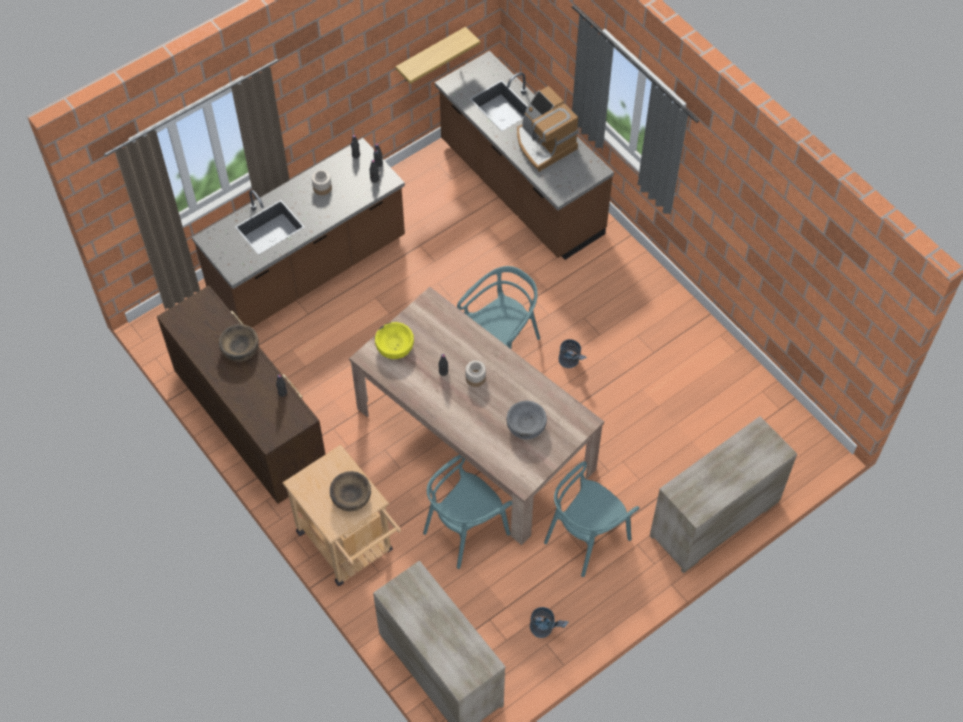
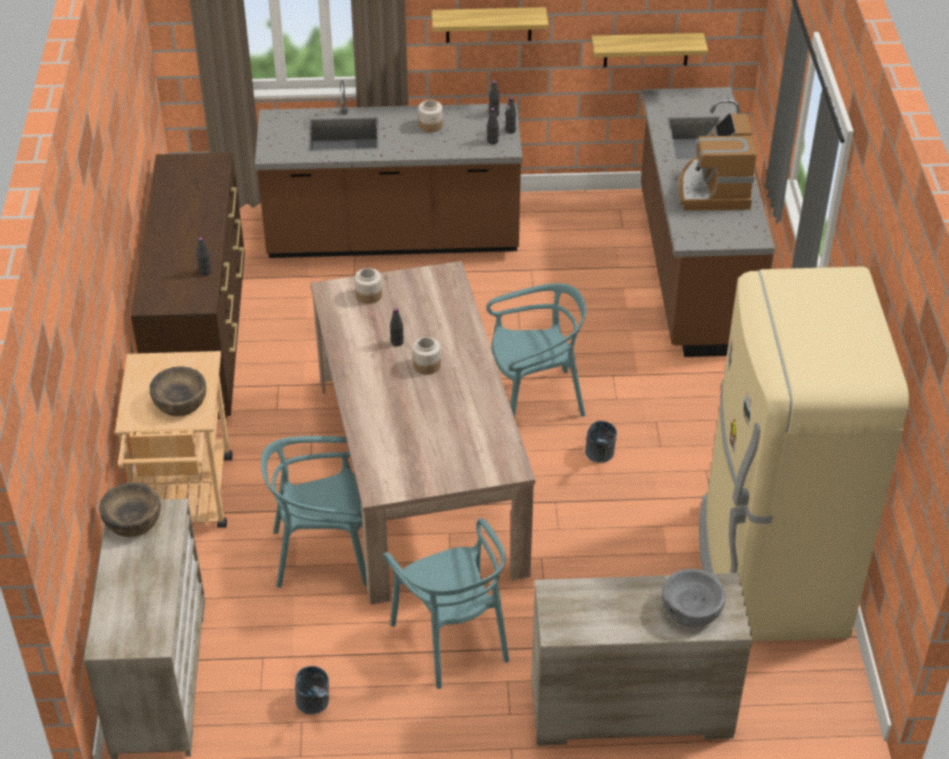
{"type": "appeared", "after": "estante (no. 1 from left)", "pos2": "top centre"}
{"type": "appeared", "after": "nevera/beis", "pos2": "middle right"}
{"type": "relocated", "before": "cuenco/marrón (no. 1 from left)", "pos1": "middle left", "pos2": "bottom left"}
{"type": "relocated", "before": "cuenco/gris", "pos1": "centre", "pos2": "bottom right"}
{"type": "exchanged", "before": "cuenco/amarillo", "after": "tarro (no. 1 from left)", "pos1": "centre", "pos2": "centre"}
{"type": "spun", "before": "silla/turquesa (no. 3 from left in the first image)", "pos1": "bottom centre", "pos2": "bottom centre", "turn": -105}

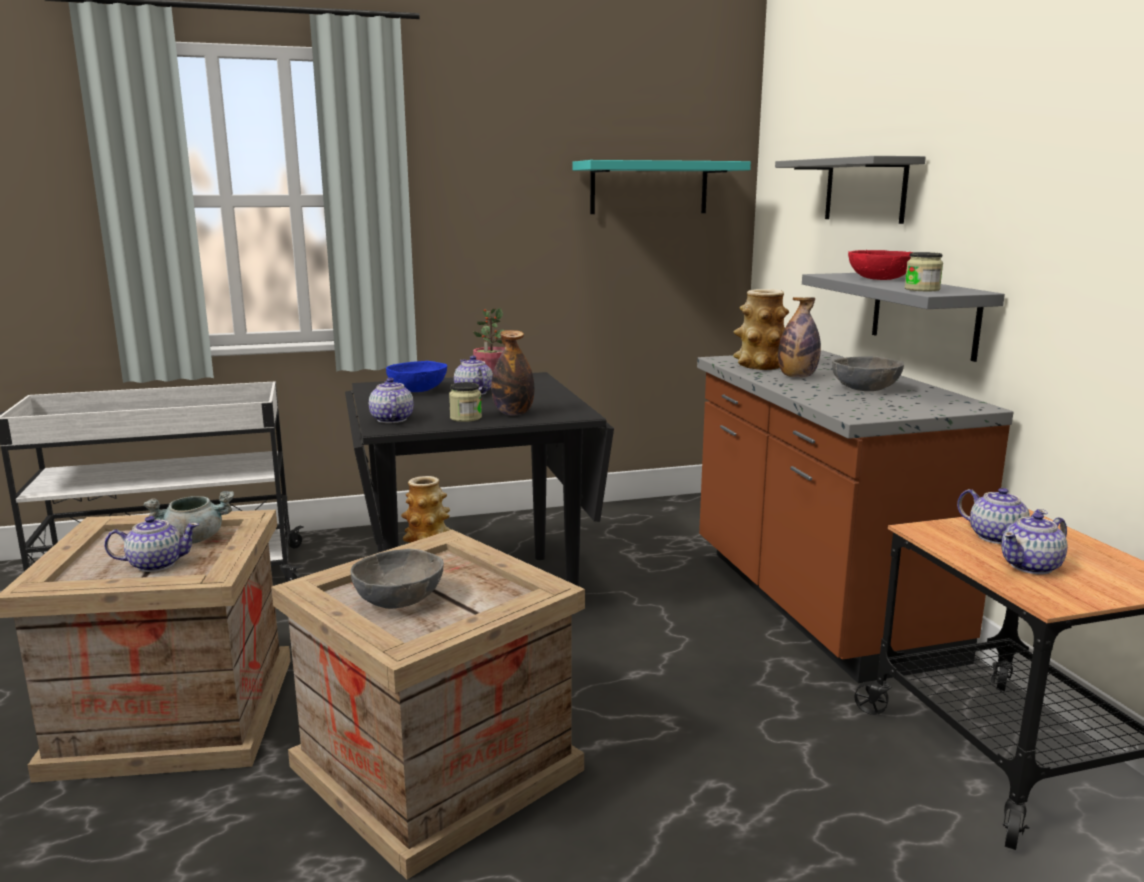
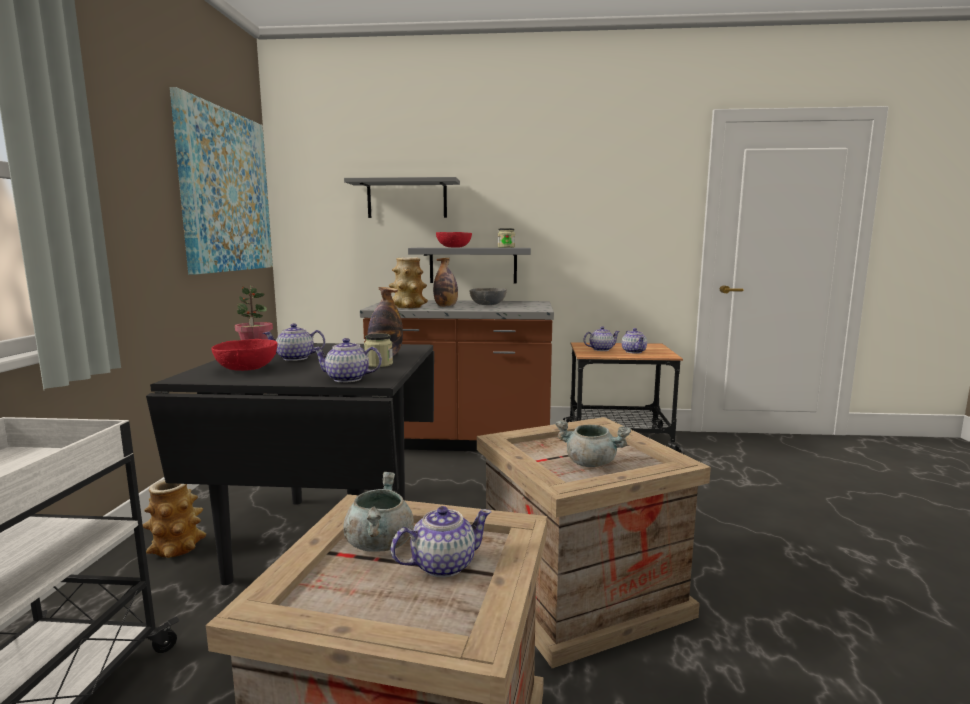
{"type": "exchanged", "before": "cuenco/gris (no. 1 from left)", "after": "olla/gris (no. 2 from left)", "pos1": "centre", "pos2": "centre"}
{"type": "exchanged", "before": "estante/turquesa", "after": "cuadro", "pos1": "top centre", "pos2": "top left"}
{"type": "colour", "before": "cuenco/azul", "after": "cuenco/rojo (no. 1 from left)", "pos1": "centre", "pos2": "middle left"}
{"type": "spun", "before": "tetera (no. 1 from left in the first image)", "pos1": "middle left", "pos2": "bottom centre", "turn": 60}

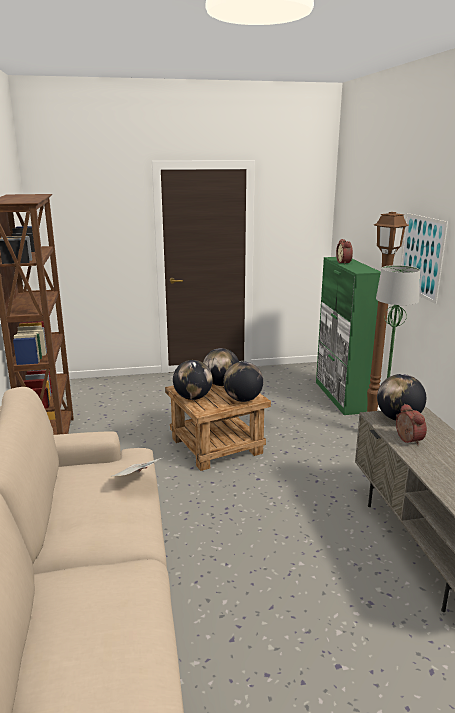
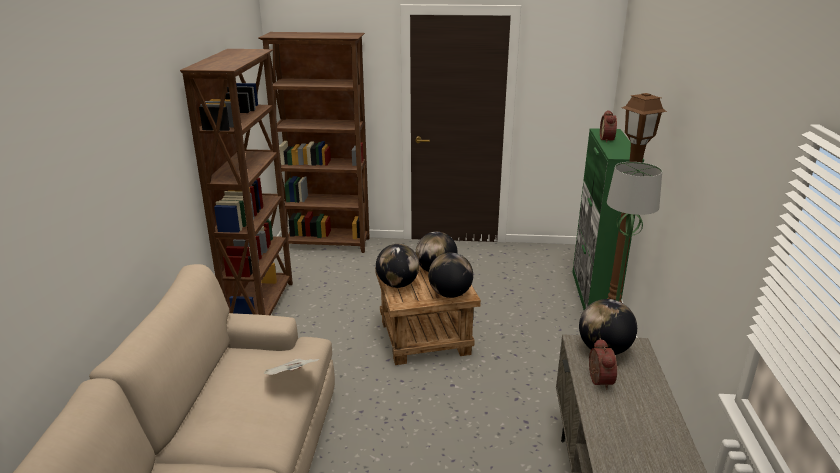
{"type": "missing", "before": "cuadro", "pos1": "middle right"}
{"type": "appeared", "after": "estantería/marrón (no. 2 from left)", "pos2": "top centre"}

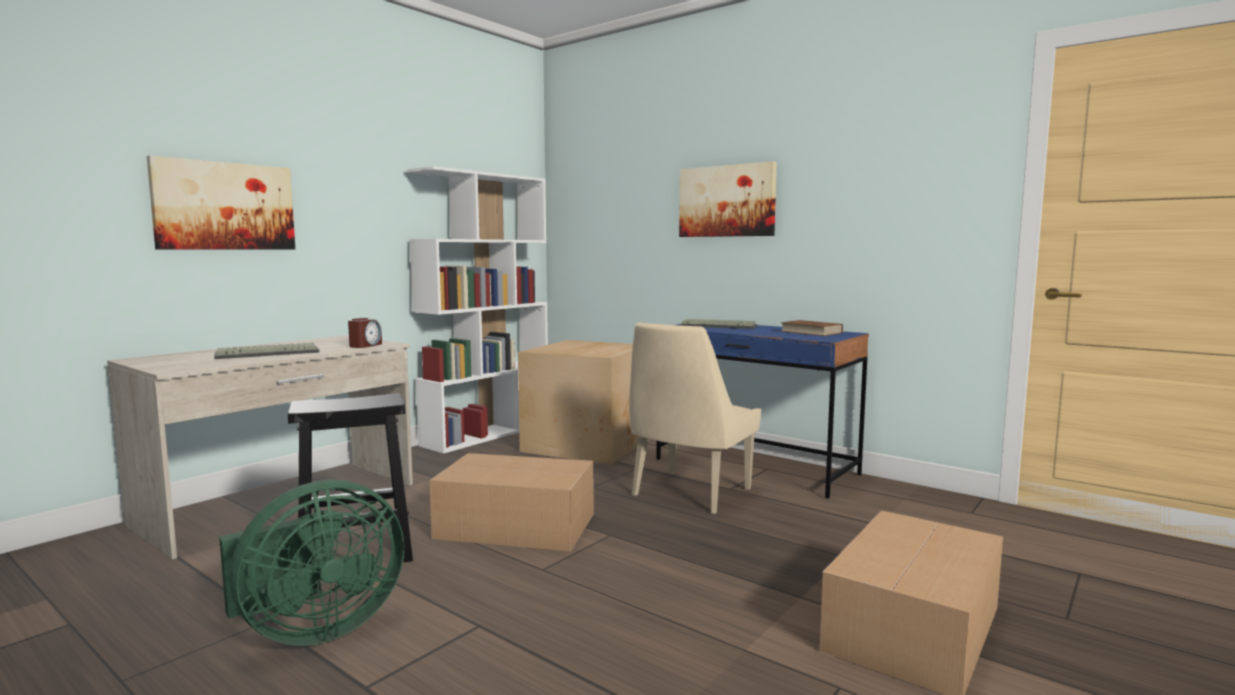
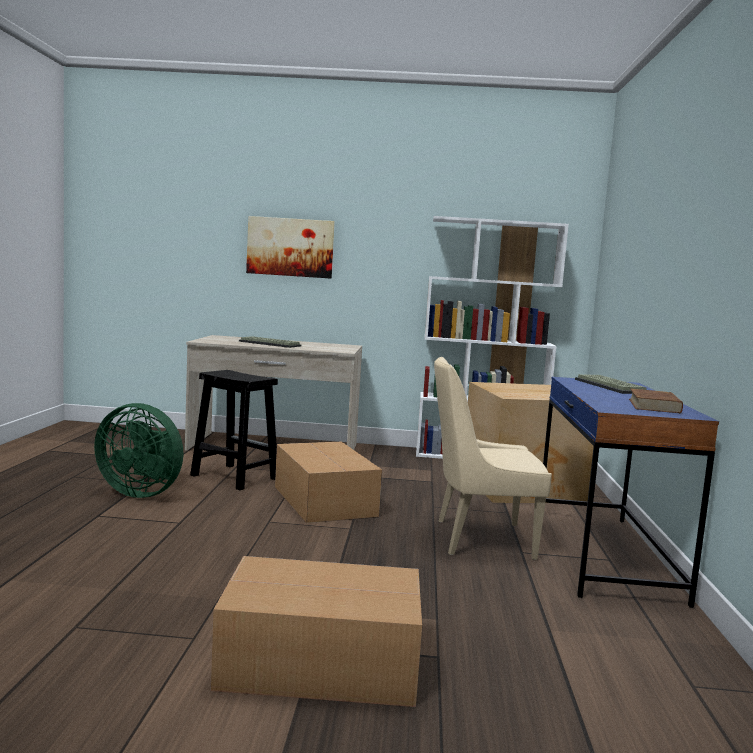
{"type": "missing", "before": "despertador", "pos1": "middle left"}
{"type": "missing", "before": "cuadro (no. 2 from left)", "pos1": "top centre"}

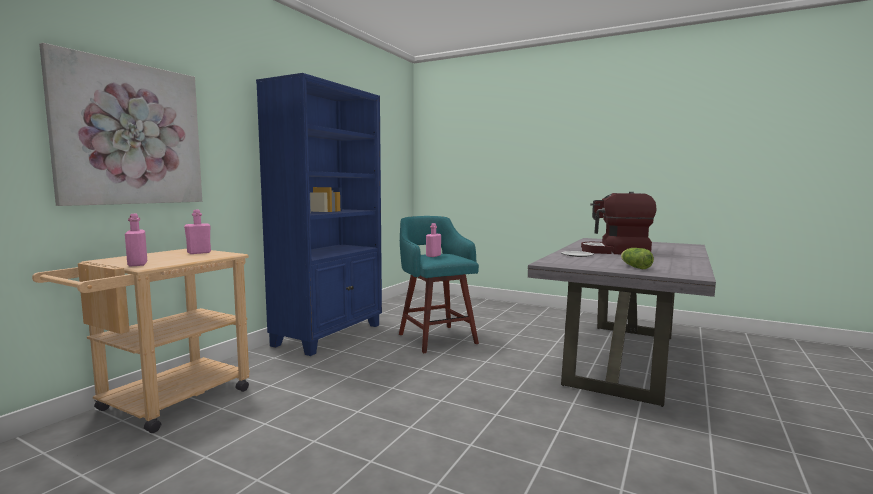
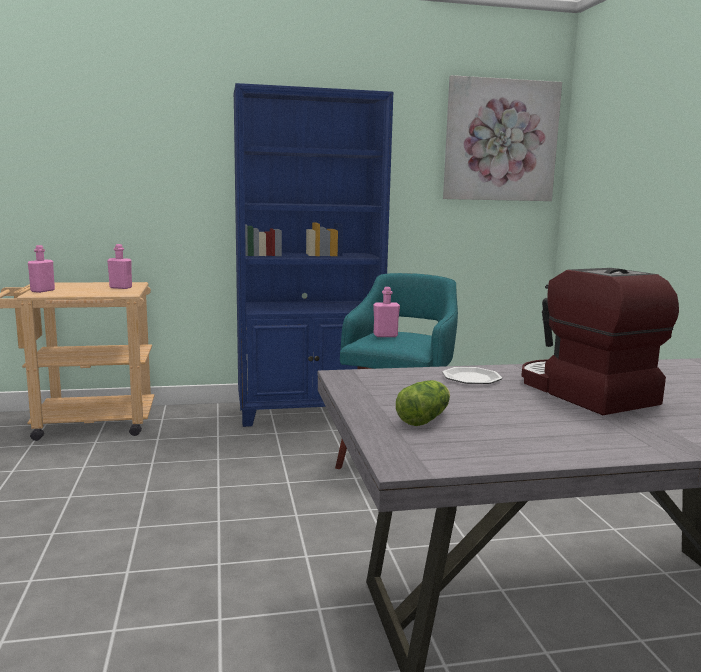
{"type": "relocated", "before": "cuadro", "pos1": "top left", "pos2": "top right"}

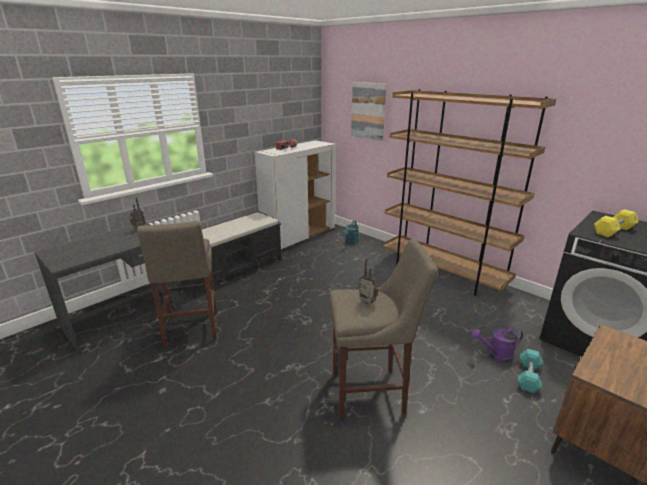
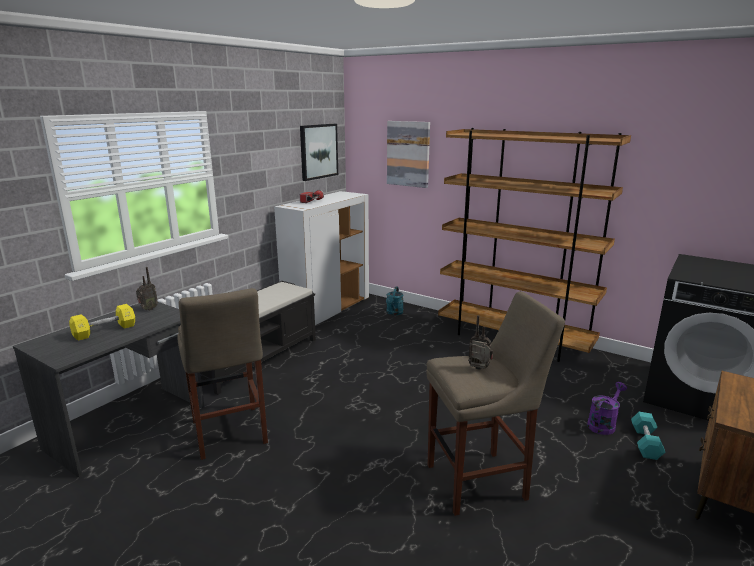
{"type": "appeared", "after": "cuadro (no. 1 from left)", "pos2": "top centre"}
{"type": "relocated", "before": "mancuerna/amarillo", "pos1": "middle right", "pos2": "middle left"}
{"type": "spun", "before": "regadera/morado", "pos1": "bottom right", "pos2": "bottom right", "turn": 150}

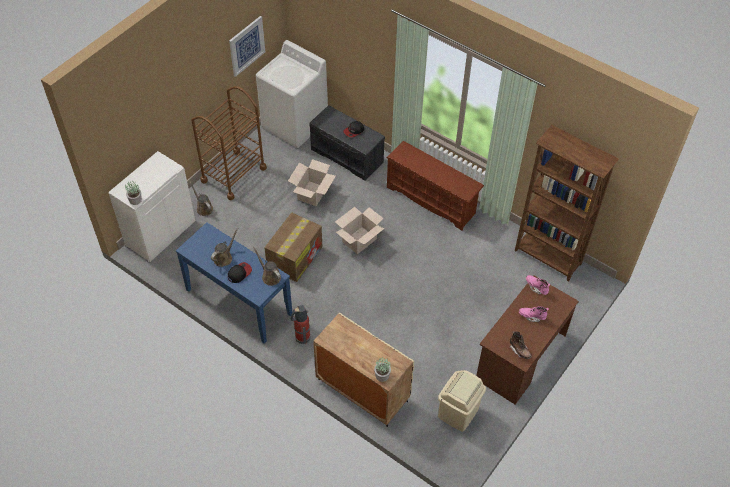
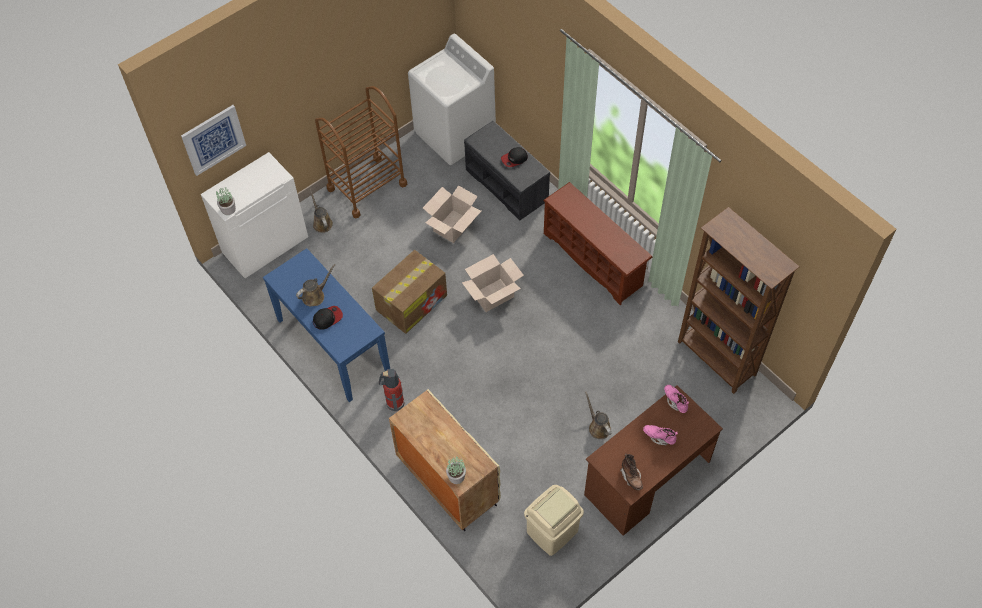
{"type": "relocated", "before": "cuadro", "pos1": "top centre", "pos2": "top left"}
{"type": "relocated", "before": "regadera/marrón (no. 3 from left)", "pos1": "centre", "pos2": "bottom centre"}

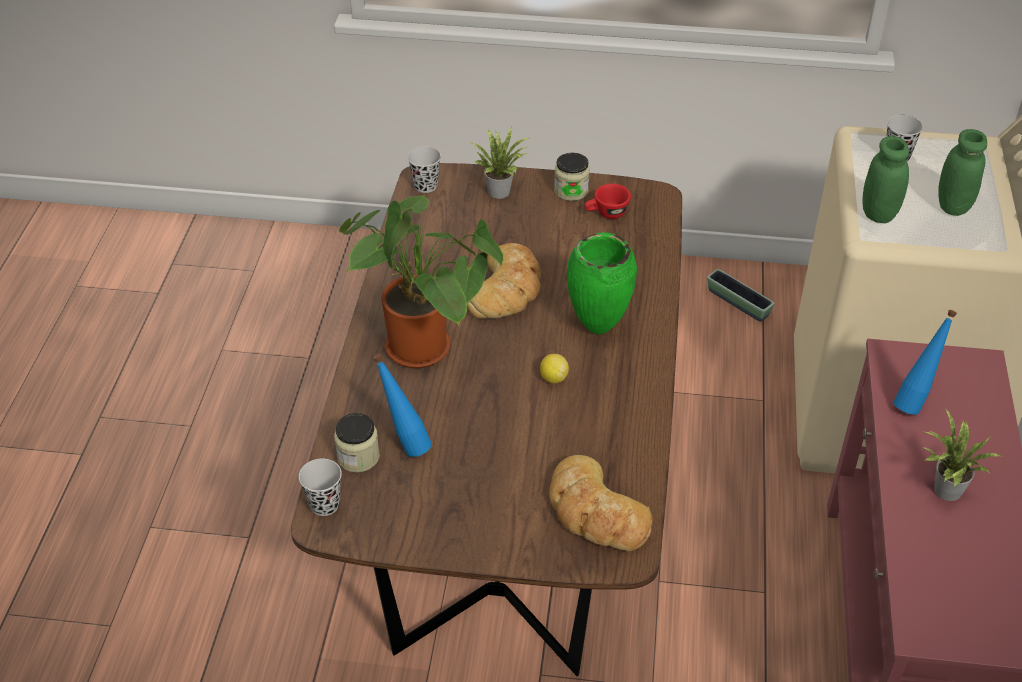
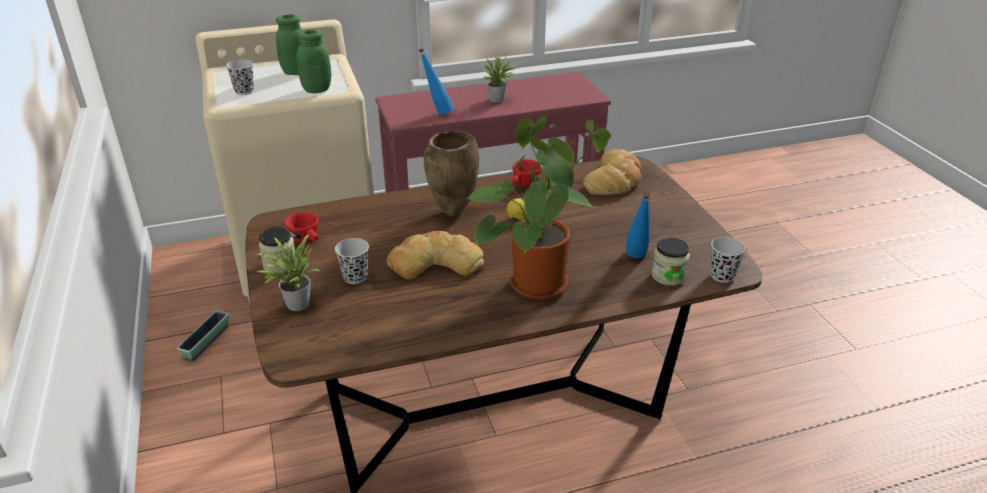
{"type": "appeared", "after": "taza/rojo (no. 2 from left)", "pos2": "centre"}
{"type": "relocated", "before": "taza/negro (no. 2 from left)", "pos1": "top centre", "pos2": "centre"}
{"type": "colour", "before": "florero/verde", "after": "florero/marrón", "pos1": "centre", "pos2": "centre"}

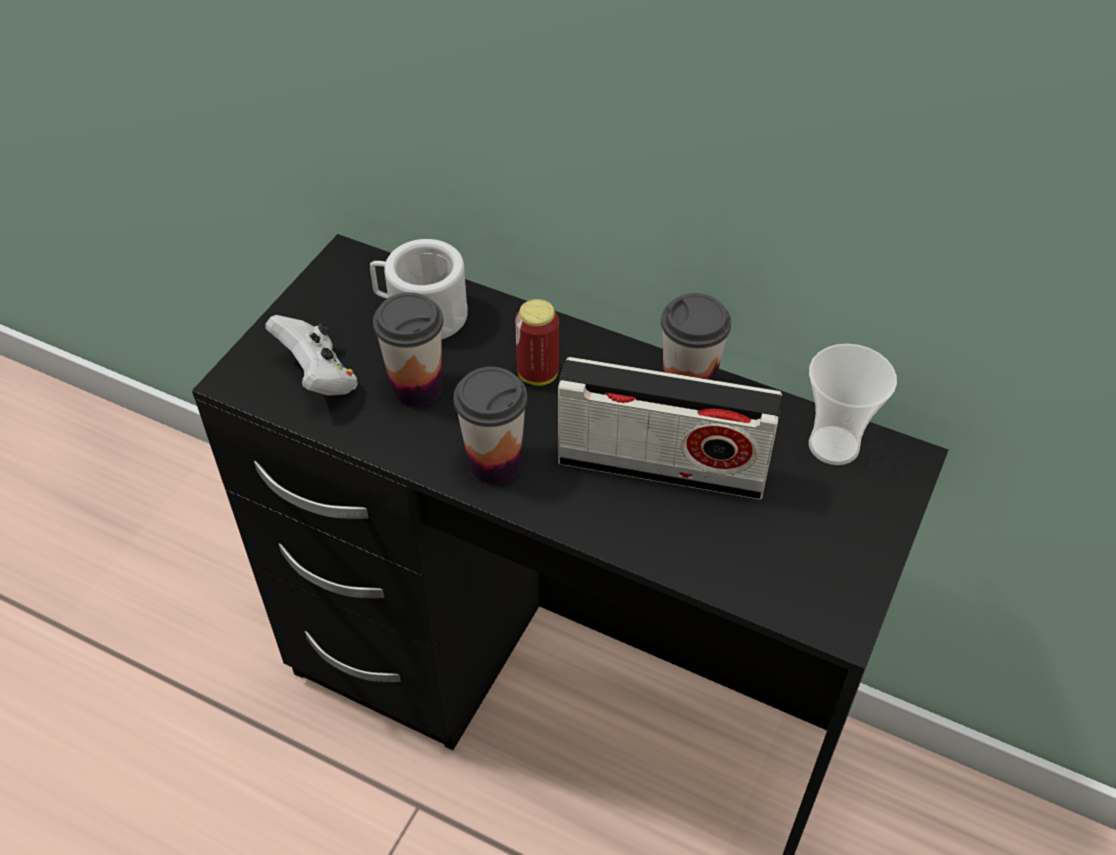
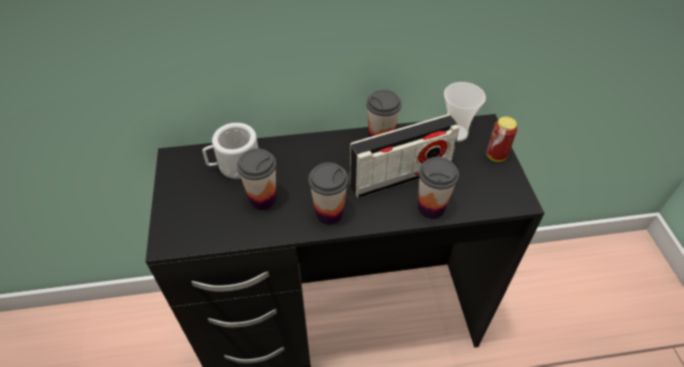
{"type": "missing", "before": "mando de consola/blanco", "pos1": "middle left"}
{"type": "appeared", "after": "taza (no. 4 from left)", "pos2": "centre"}
{"type": "relocated", "before": "lata", "pos1": "centre", "pos2": "middle right"}

